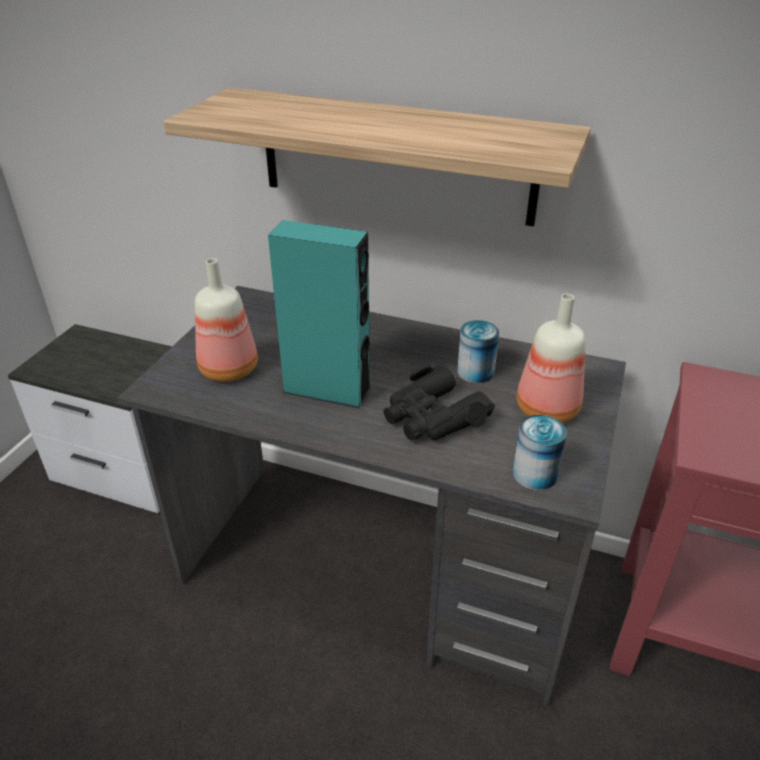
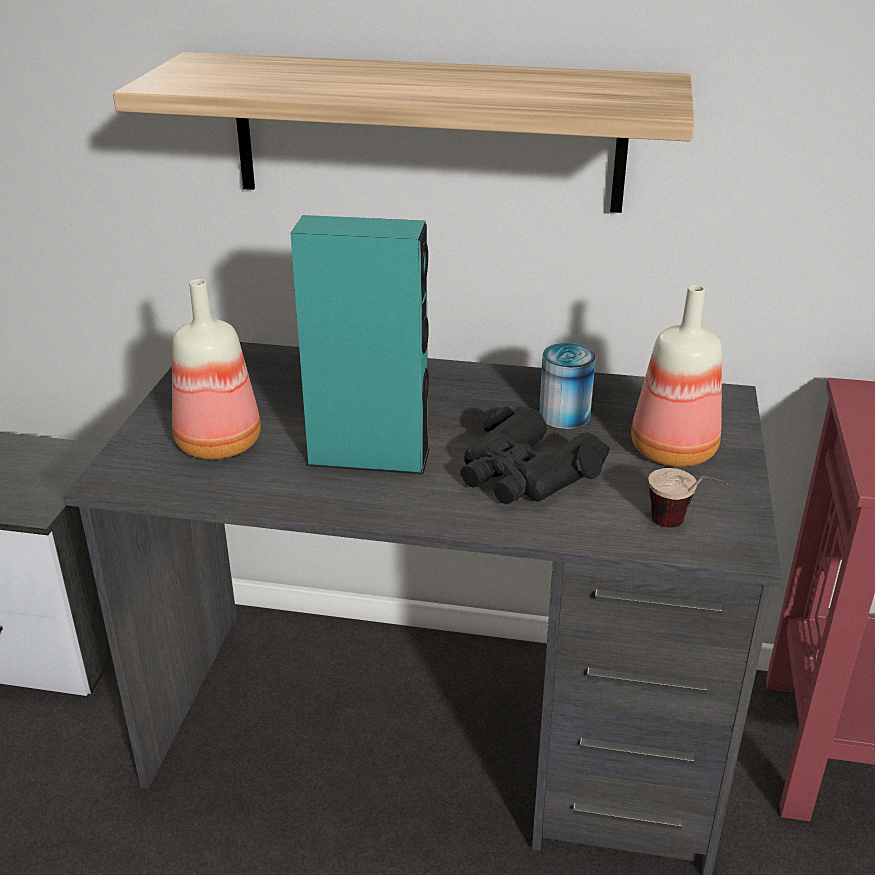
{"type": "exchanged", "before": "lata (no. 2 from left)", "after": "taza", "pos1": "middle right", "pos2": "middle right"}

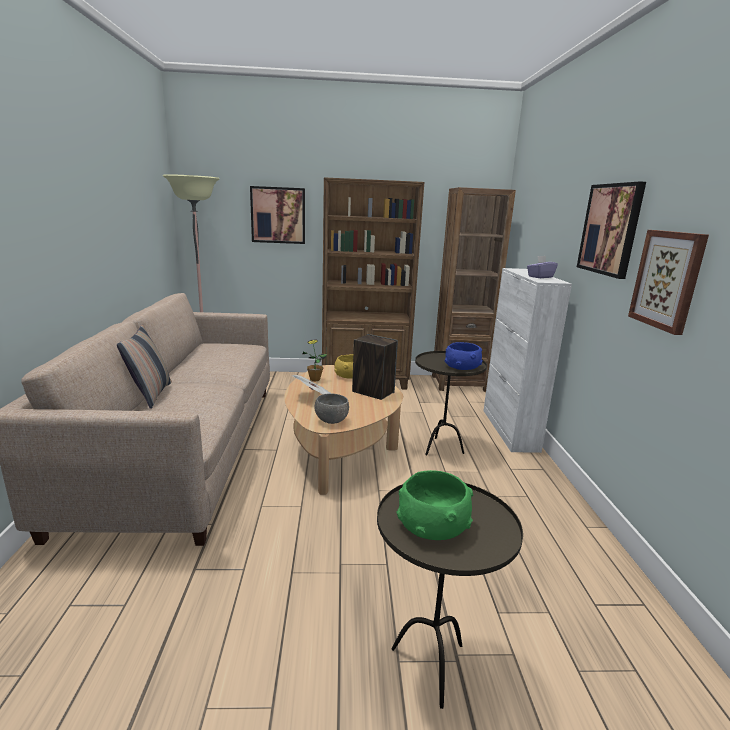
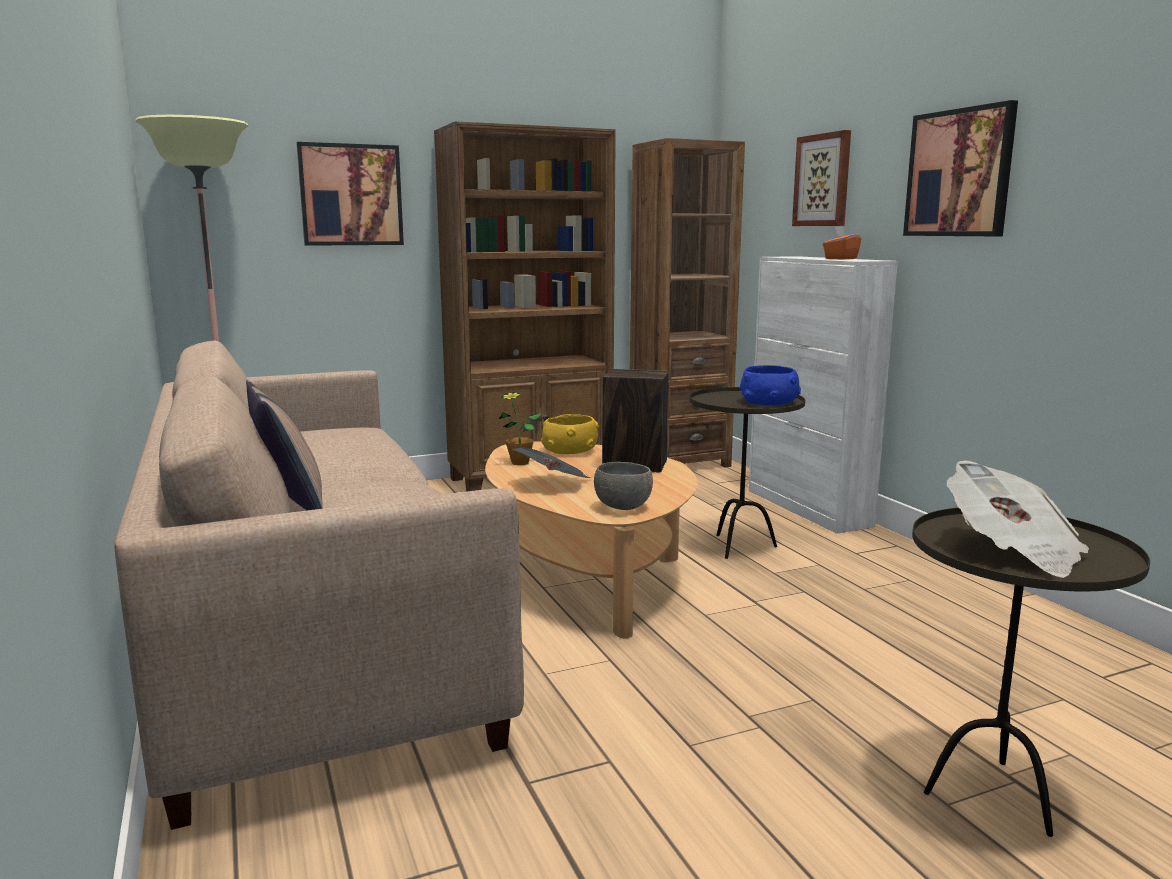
{"type": "relocated", "before": "cuadro (no. 3 from left in the first image)", "after": "cuadro (no. 2 from left)", "pos1": "middle right", "pos2": "top right"}
{"type": "exchanged", "before": "cuenco/verde", "after": "periódico (no. 2 from left)", "pos1": "bottom centre", "pos2": "middle right"}
{"type": "colour", "before": "caja de pañuelos/morado", "after": "caja de pañuelos/naranja", "pos1": "middle right", "pos2": "top right"}

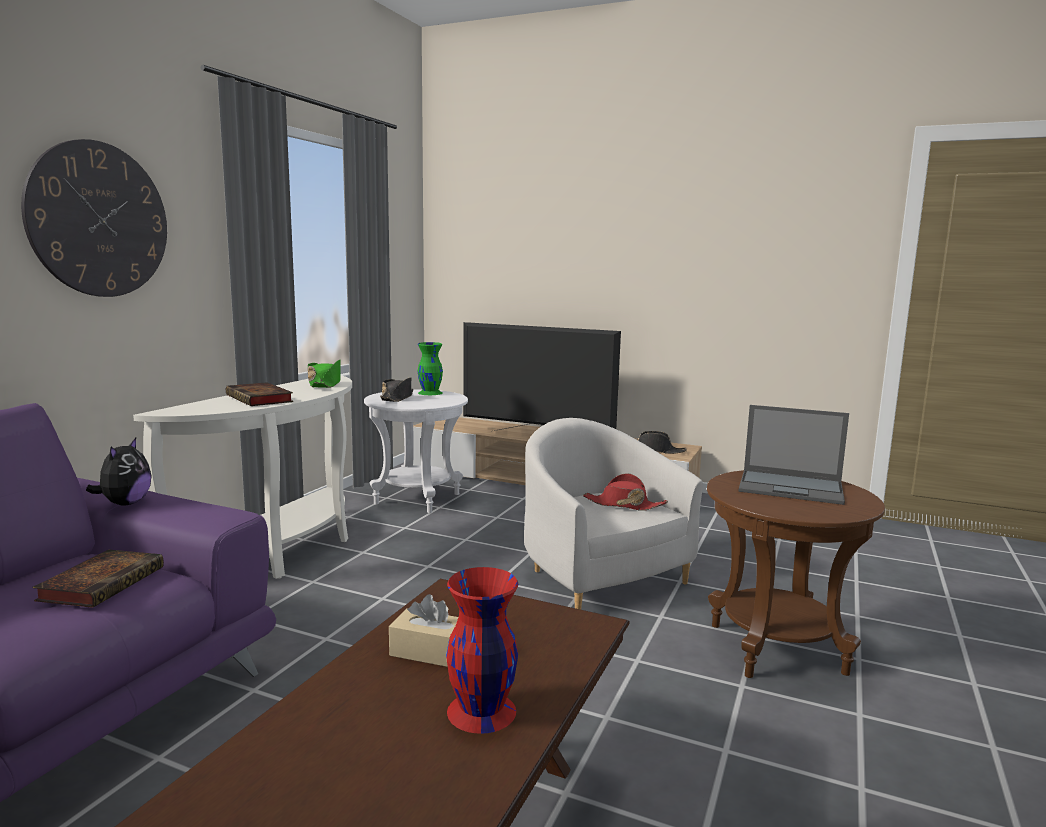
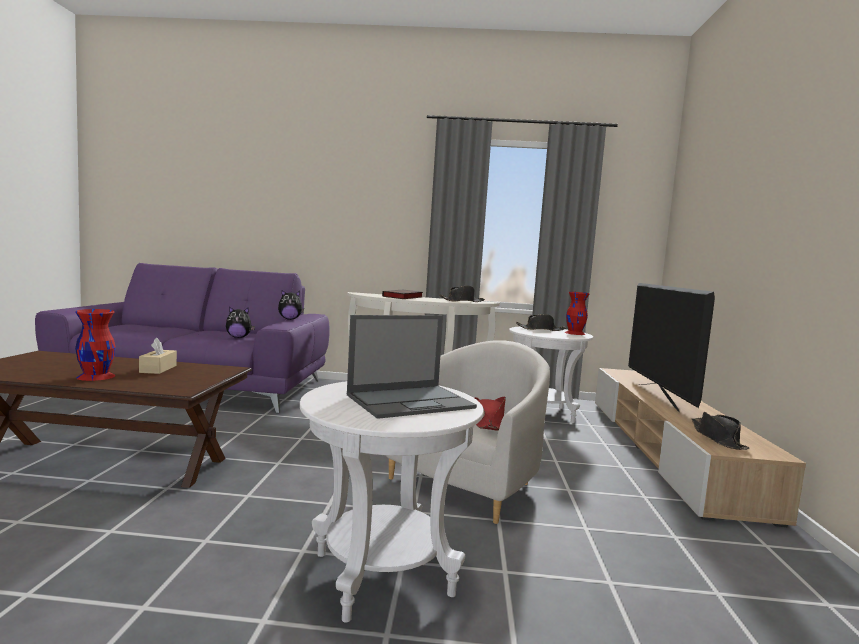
{"type": "missing", "before": "reloj de pared", "pos1": "top left"}
{"type": "exchanged", "before": "libro (no. 1 from left)", "after": "peluche (no. 1 from left)", "pos1": "bottom left", "pos2": "middle left"}
{"type": "colour", "before": "sombrero/verde", "after": "sombrero/negro (no. 1 from left)", "pos1": "middle left", "pos2": "centre"}
{"type": "colour", "before": "florero/verde", "after": "florero/rojo (no. 2 from left)", "pos1": "centre", "pos2": "middle right"}
{"type": "colour", "before": "mesa auxiliar/marrón", "after": "mesa auxiliar/blanco (no. 1 from left)", "pos1": "bottom right", "pos2": "bottom centre"}
{"type": "spun", "before": "portátil", "pos1": "middle right", "pos2": "centre", "turn": -120}

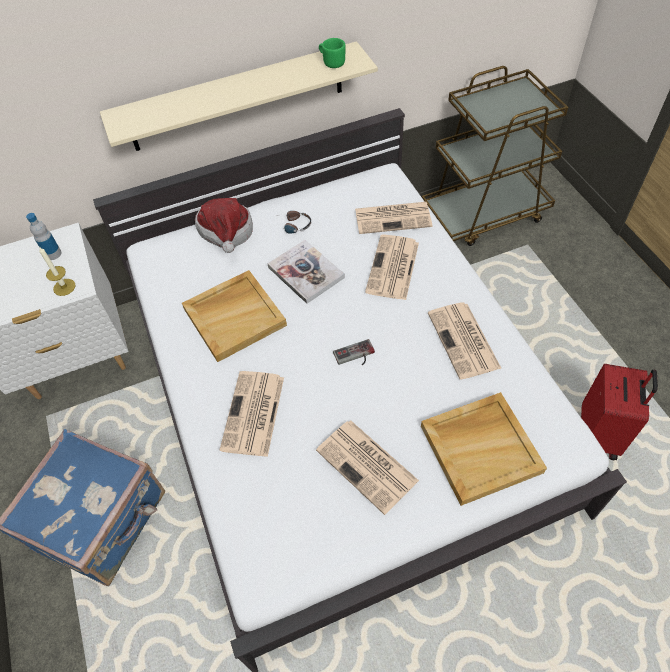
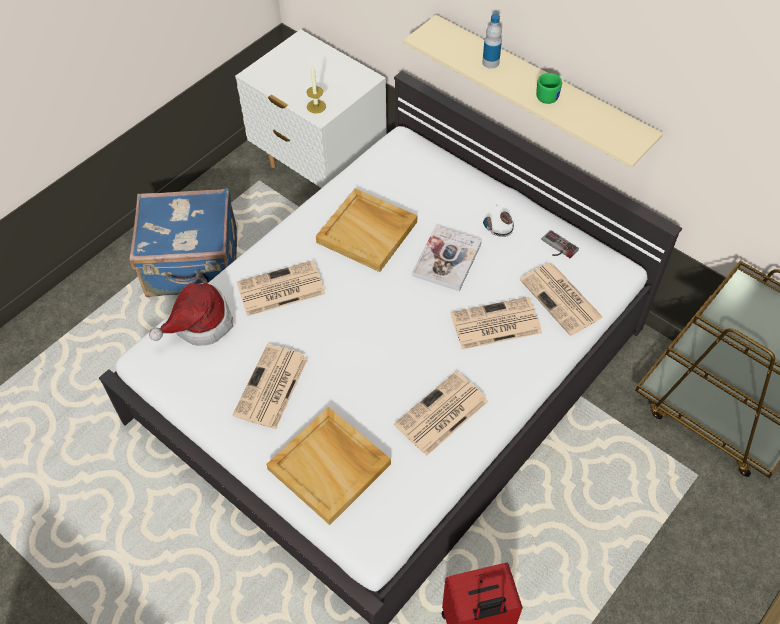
{"type": "relocated", "before": "botella", "pos1": "middle left", "pos2": "top centre"}
{"type": "relocated", "before": "sombrero", "pos1": "centre", "pos2": "middle left"}
{"type": "relocated", "before": "taza grande/verde", "pos1": "top centre", "pos2": "top right"}
{"type": "relocated", "before": "mando de consola", "pos1": "centre", "pos2": "middle right"}

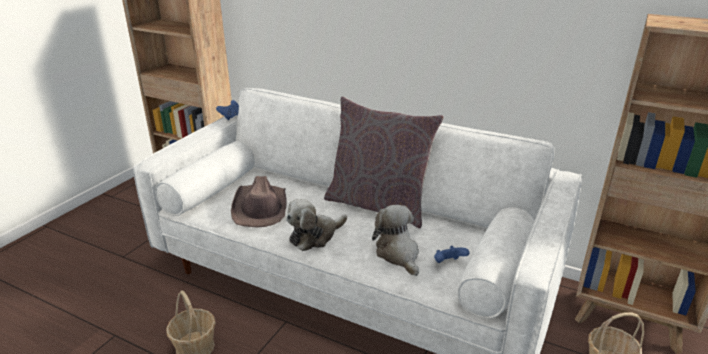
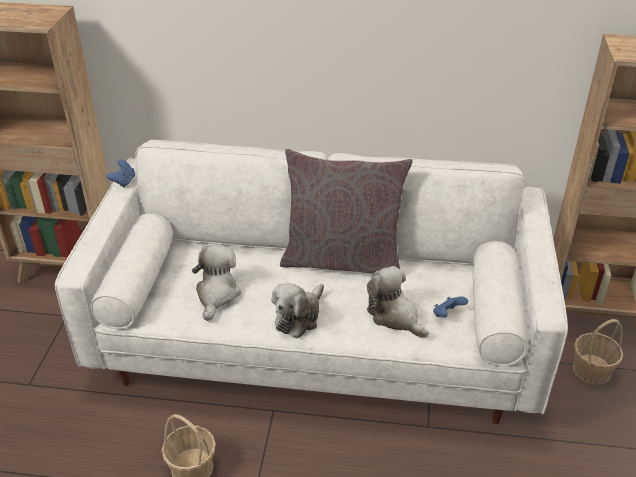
{"type": "exchanged", "before": "sombrero/marrón", "after": "peluche (no. 1 from left)", "pos1": "centre", "pos2": "centre"}

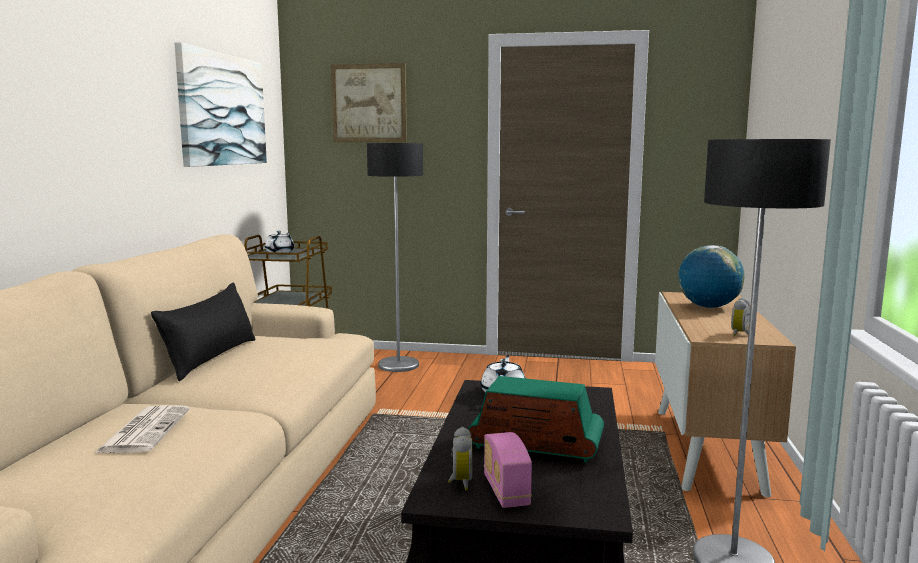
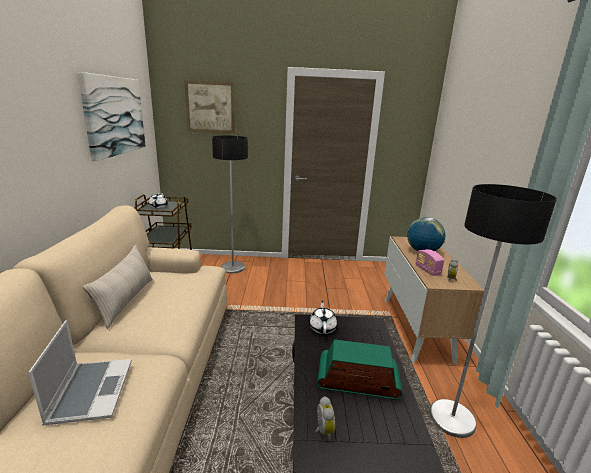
{"type": "relocated", "before": "radio (no. 1 from left in the first image)", "after": "radio (no. 2 from left)", "pos1": "bottom centre", "pos2": "middle right"}
{"type": "exchanged", "before": "periódico", "after": "portátil", "pos1": "bottom left", "pos2": "bottom left"}
{"type": "colour", "before": "cojín/negro", "after": "cojín/beis", "pos1": "middle left", "pos2": "middle left"}

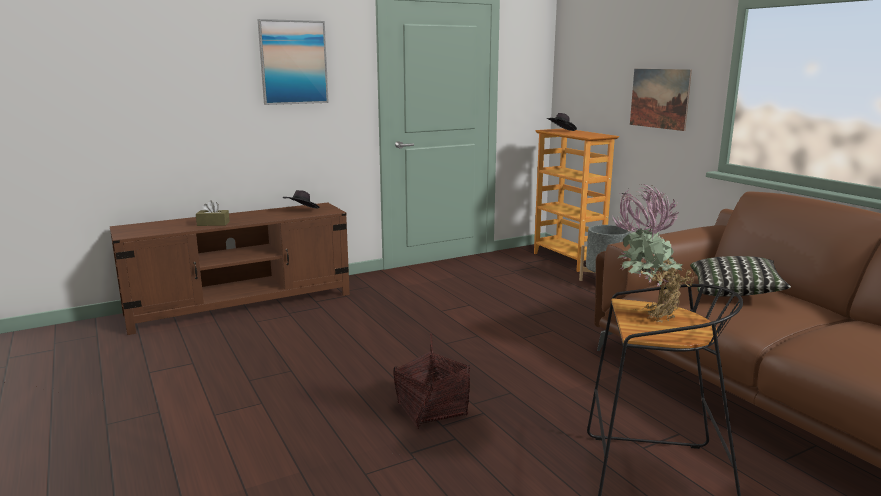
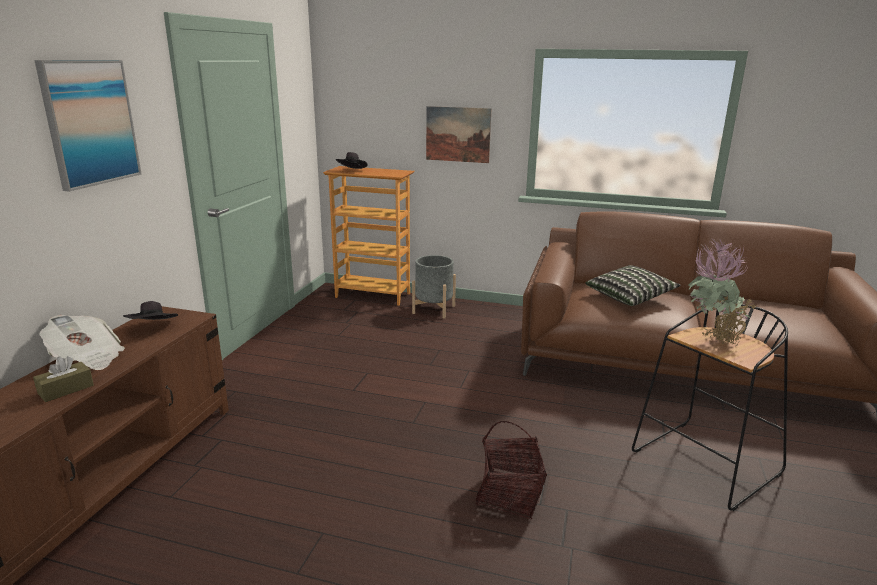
{"type": "appeared", "after": "periódico", "pos2": "middle left"}

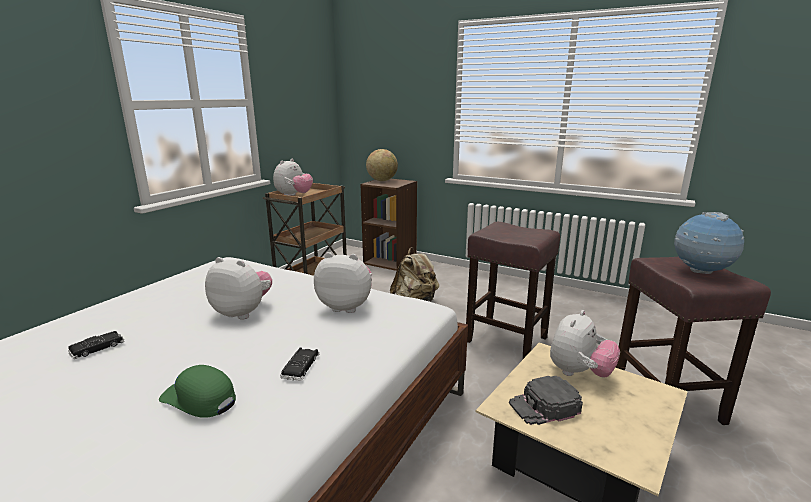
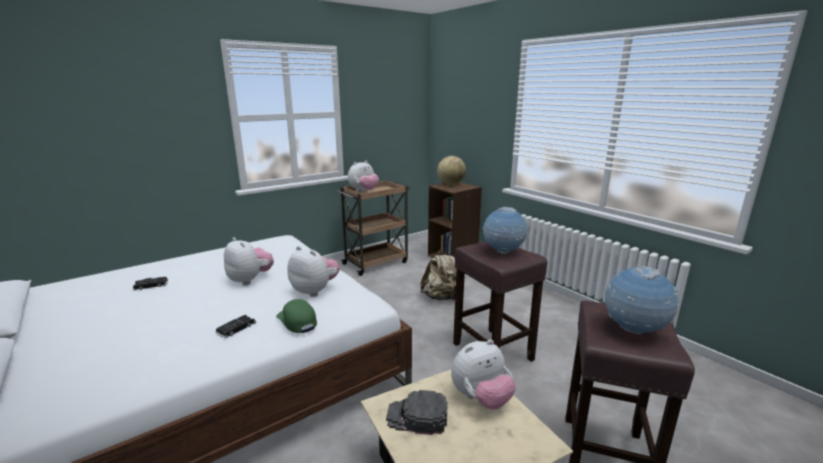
{"type": "appeared", "after": "globo terráqueo (no. 2 from left)", "pos2": "centre"}
{"type": "relocated", "before": "gorra/verde", "pos1": "bottom left", "pos2": "bottom centre"}

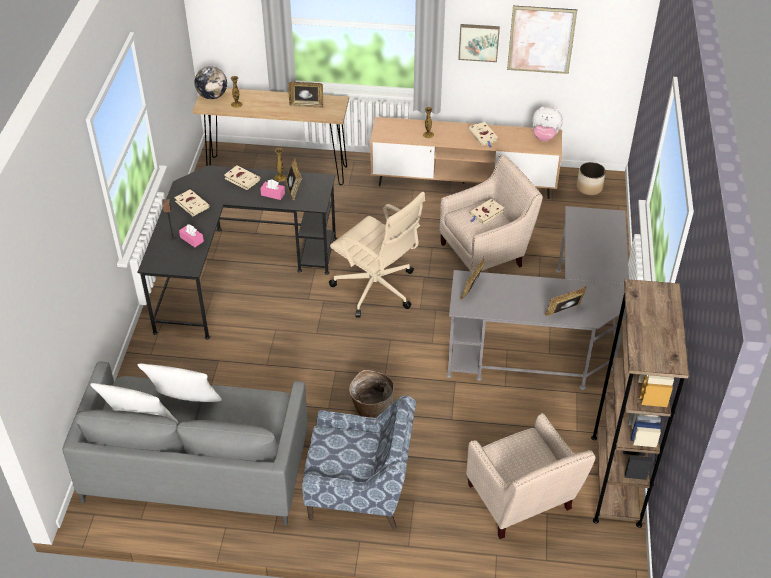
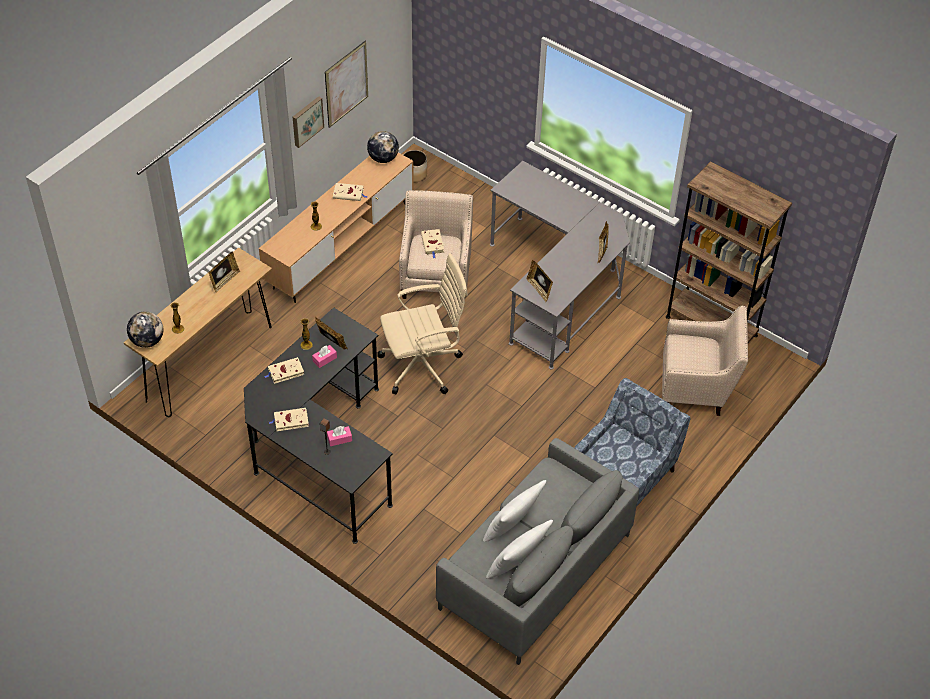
{"type": "missing", "before": "cesta", "pos1": "bottom centre"}
{"type": "exchanged", "before": "peluche", "after": "globo terráqueo (no. 2 from left)", "pos1": "top right", "pos2": "top centre"}

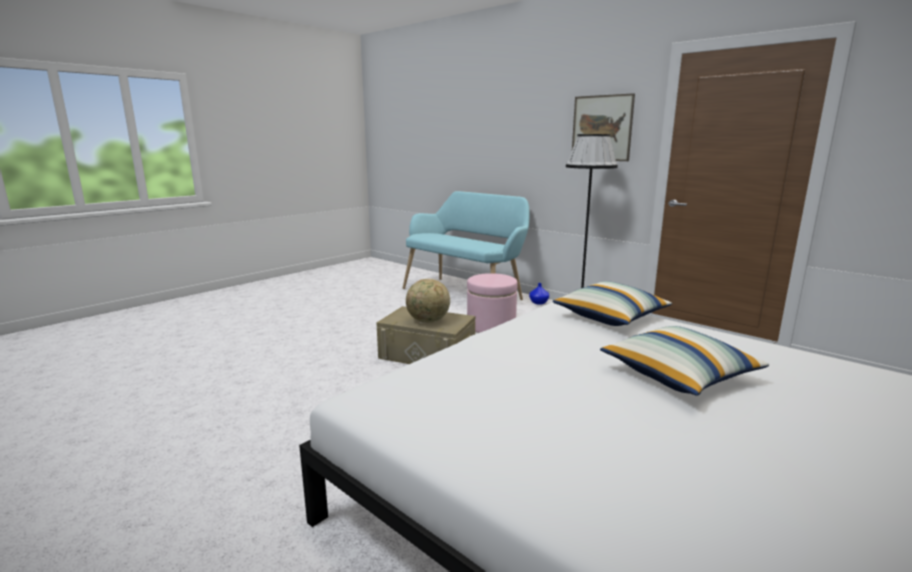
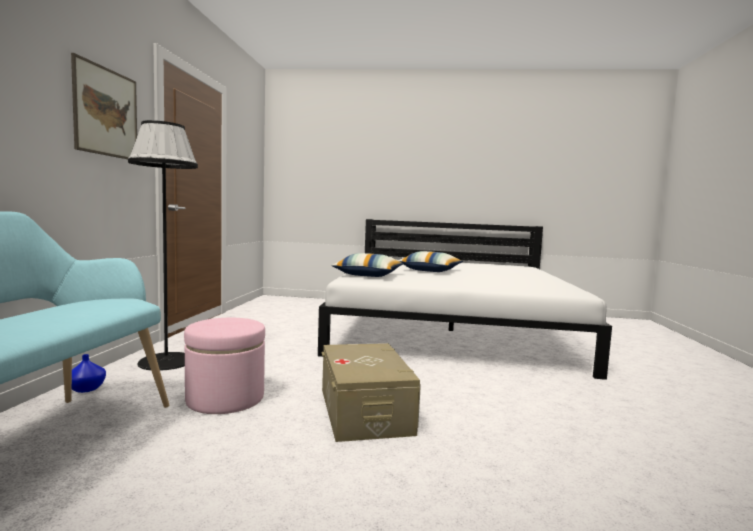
{"type": "missing", "before": "globo terráqueo", "pos1": "centre"}

